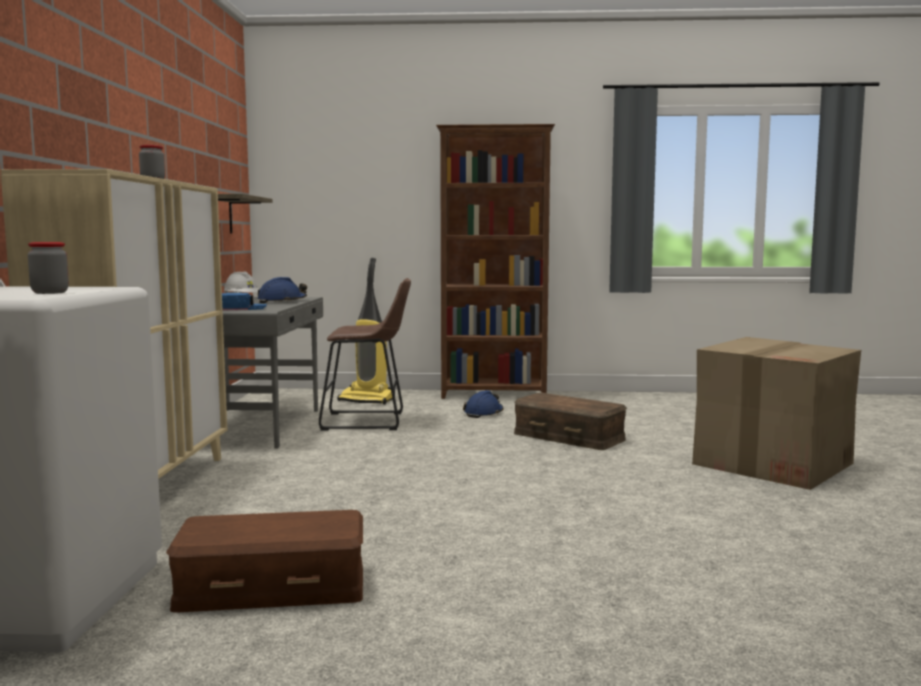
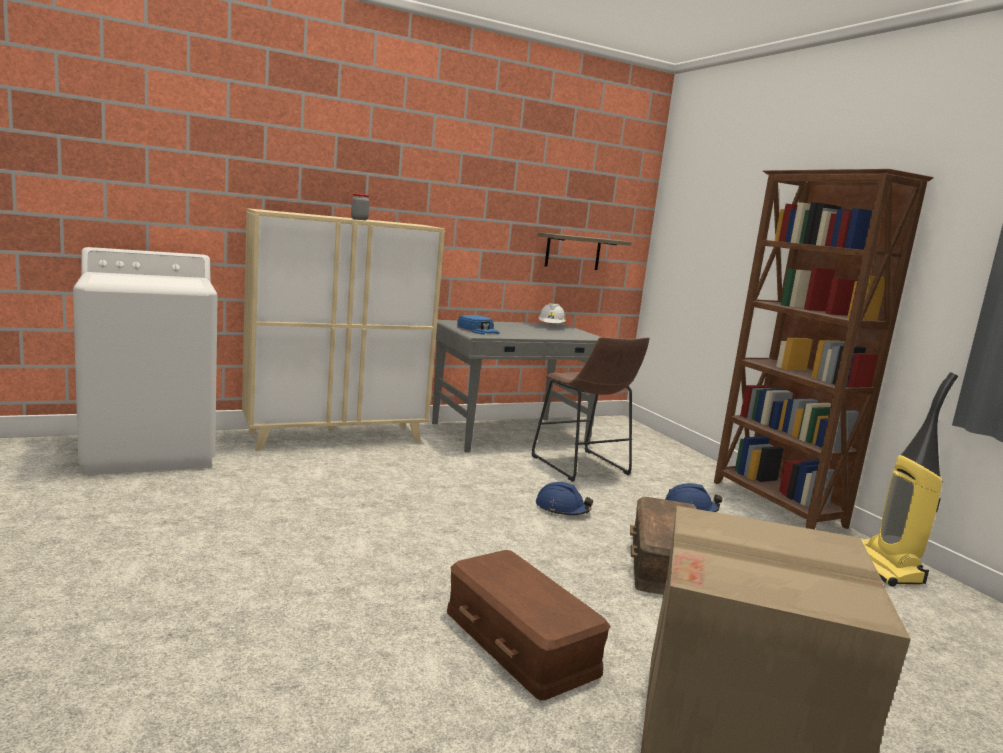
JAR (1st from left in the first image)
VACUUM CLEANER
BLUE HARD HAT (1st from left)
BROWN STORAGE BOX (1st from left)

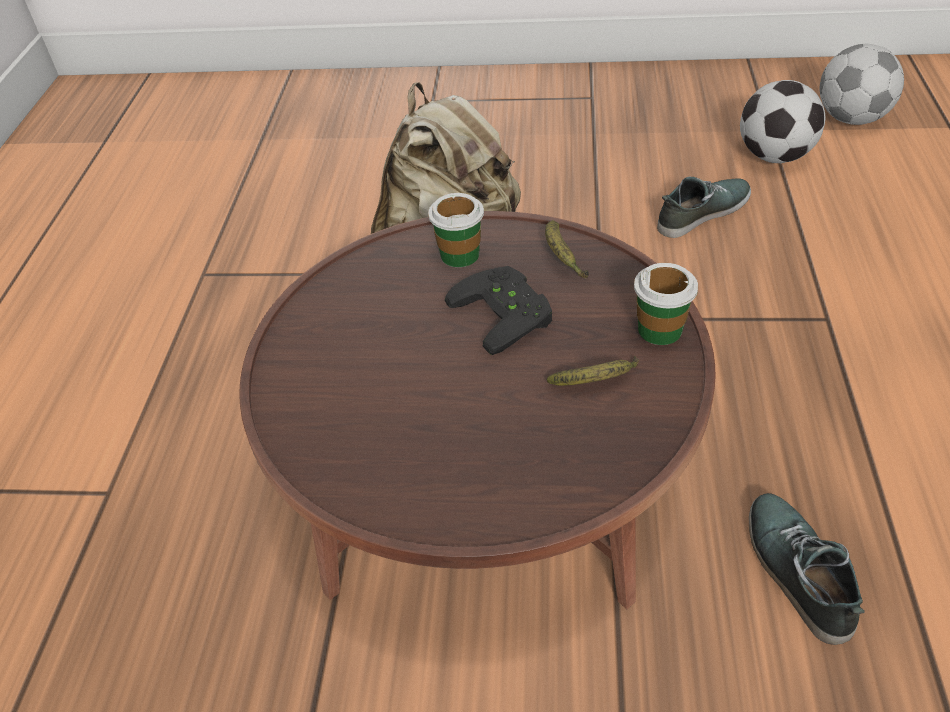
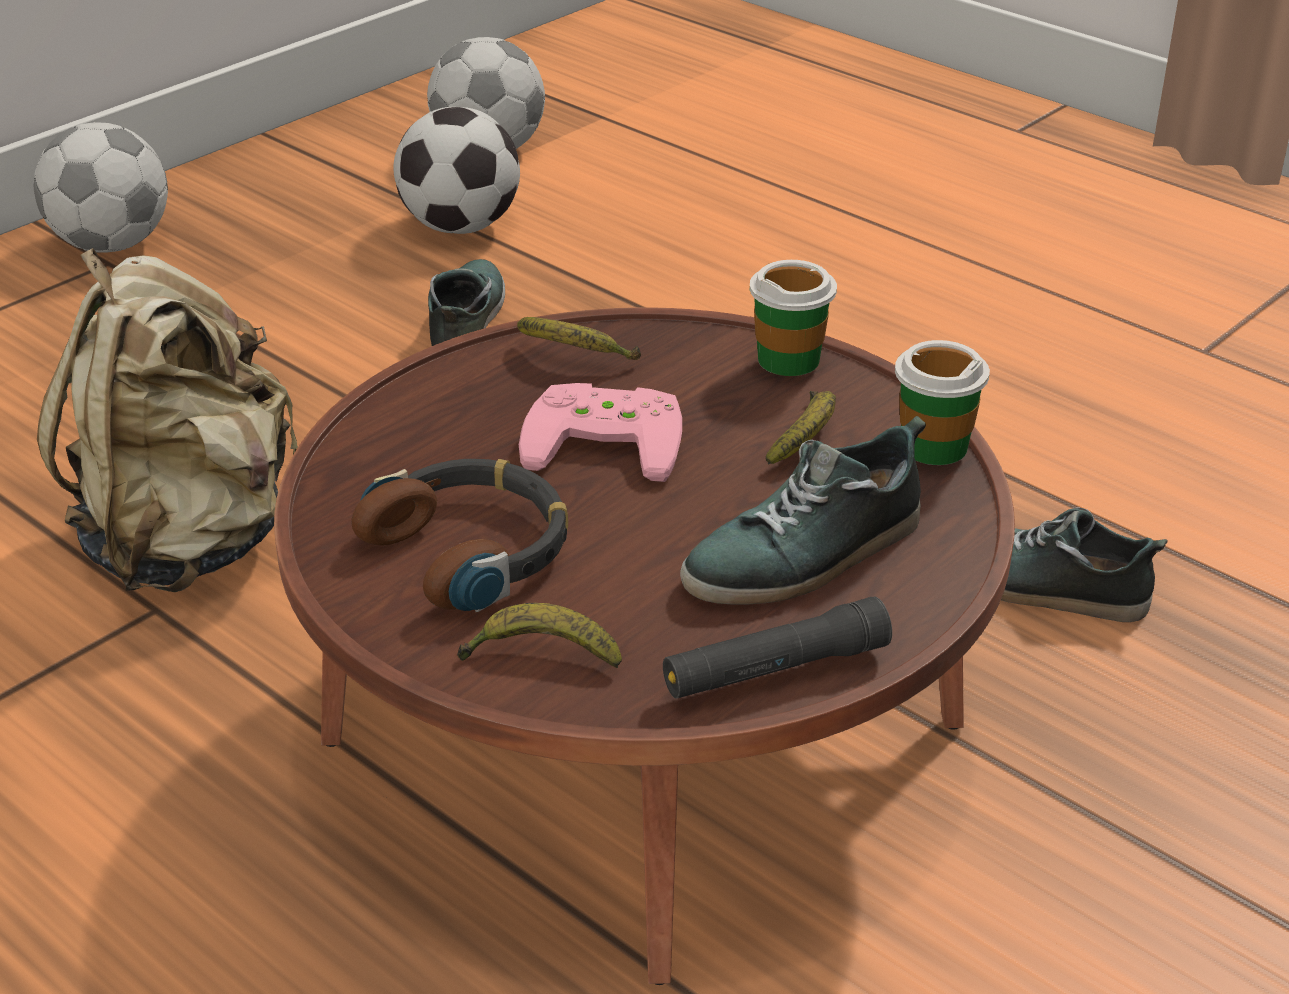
CUP (2nd from left)
PINK GAME CONTROLLER
FOOTBALL (1st from left)
SHOE (2nd from left)
HEADPHONES
BLACK FLASHLIGHT
BANANA (1st from left)

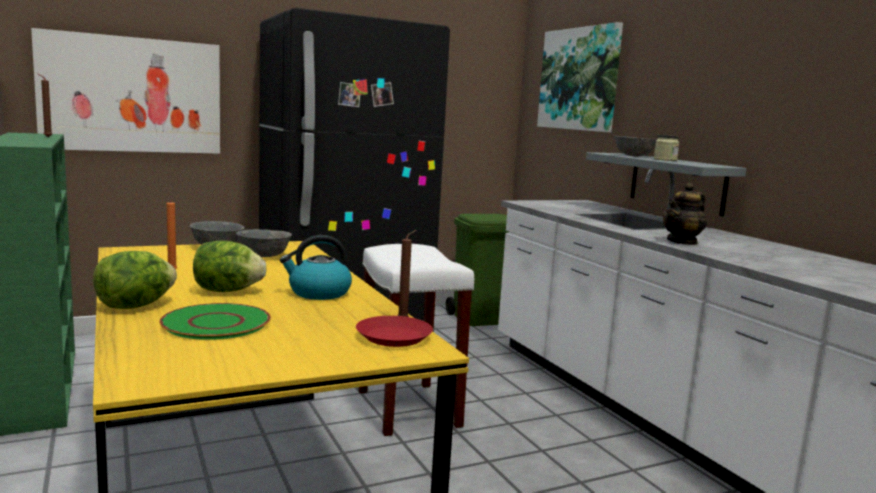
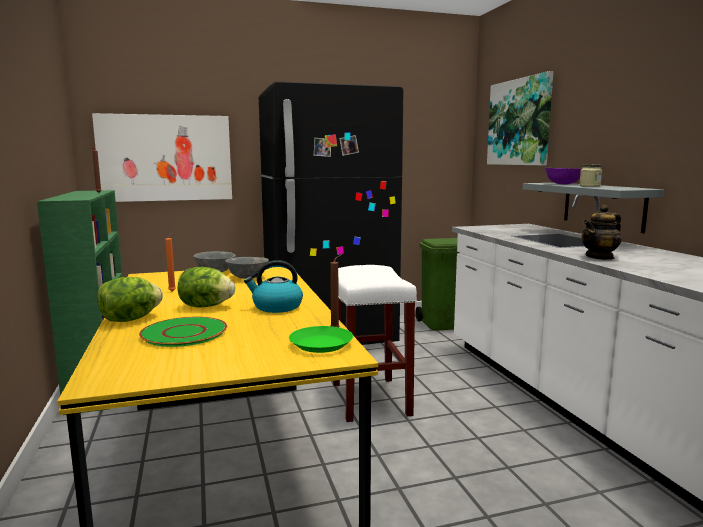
PURPLE BOWL
GREEN PLATE (2nd from left)

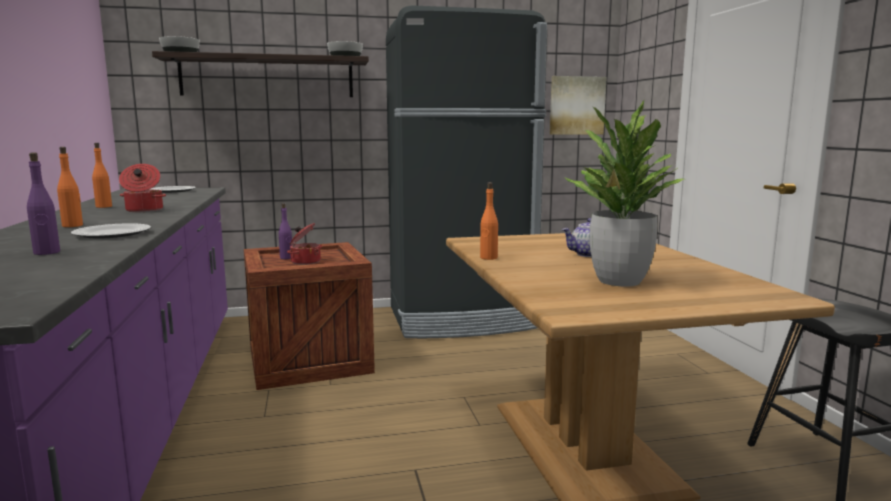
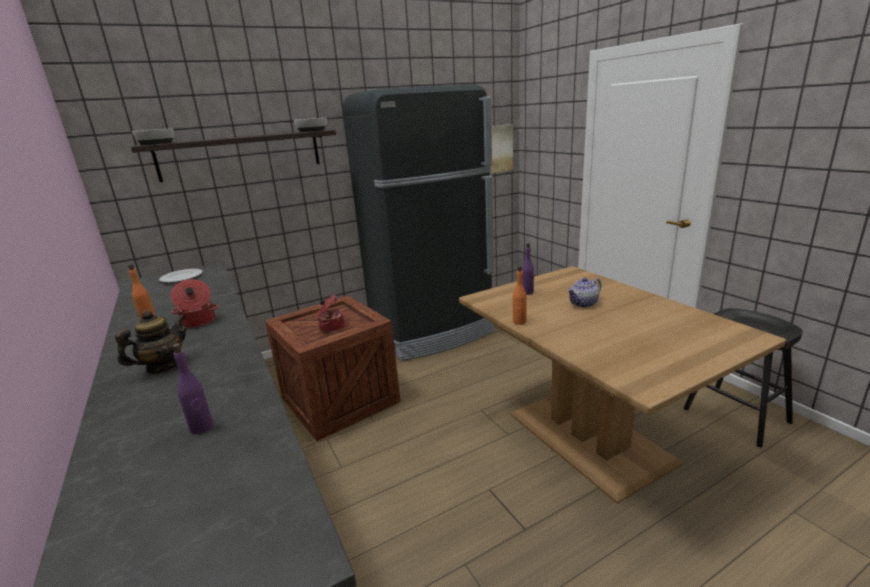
POTTED PLANT
TEAPOT (1st from left)
PURPLE BOTTLE (2nd from left)
PLATE (1st from left in the first image)

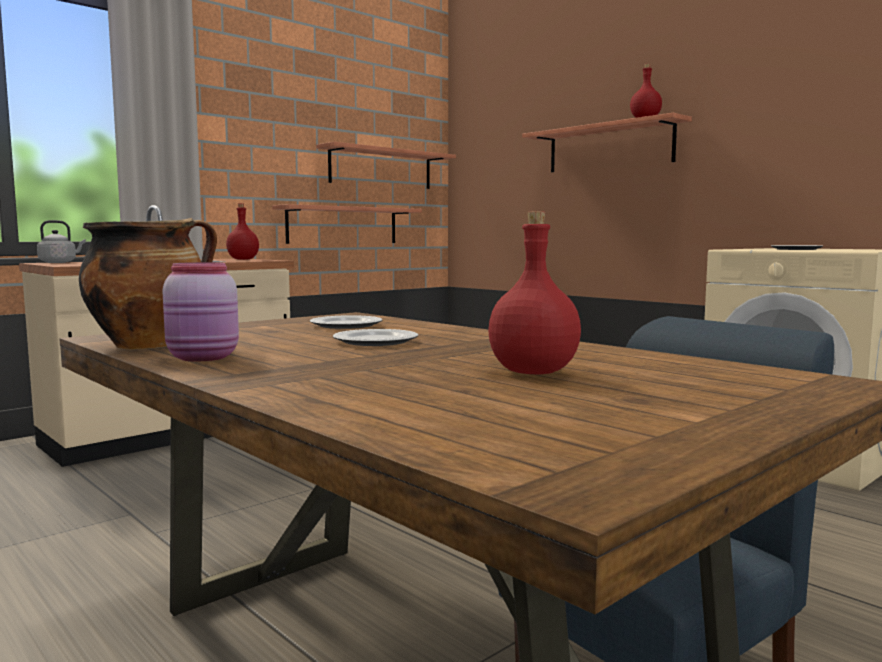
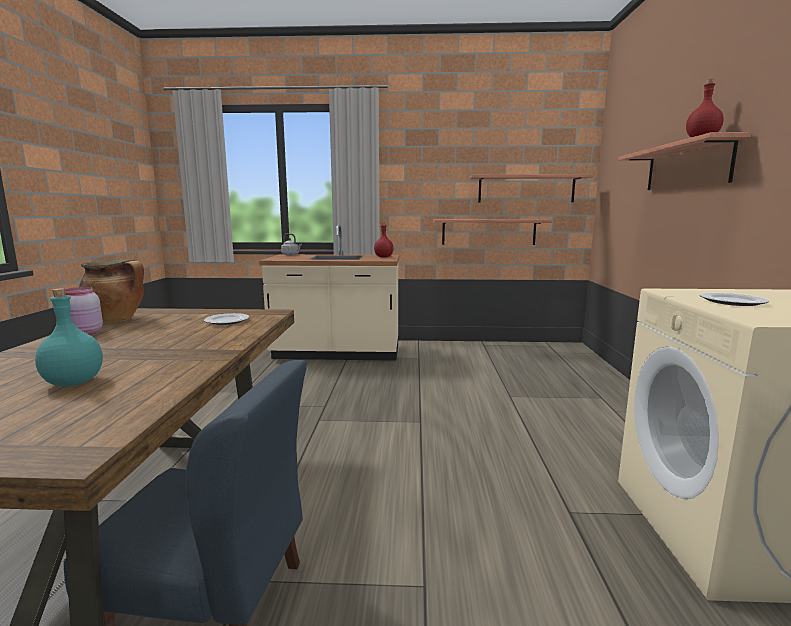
TURQUOISE BOTTLE
PLATE (2nd from left in the first image)

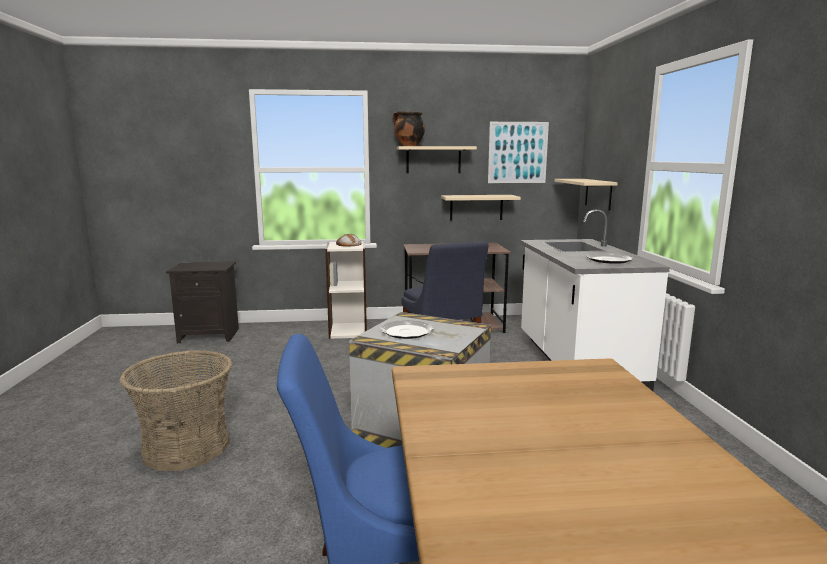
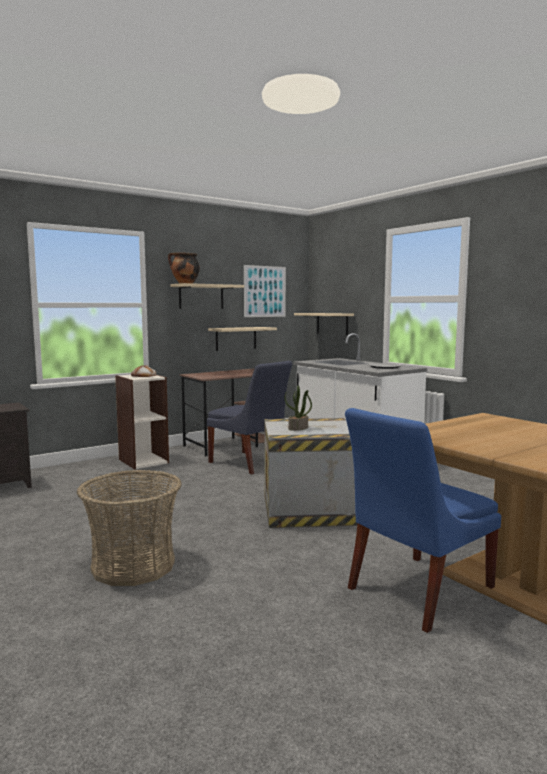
POTTED PLANT

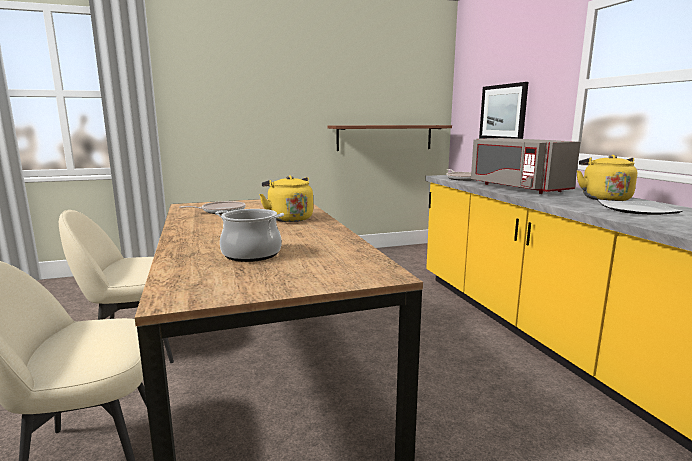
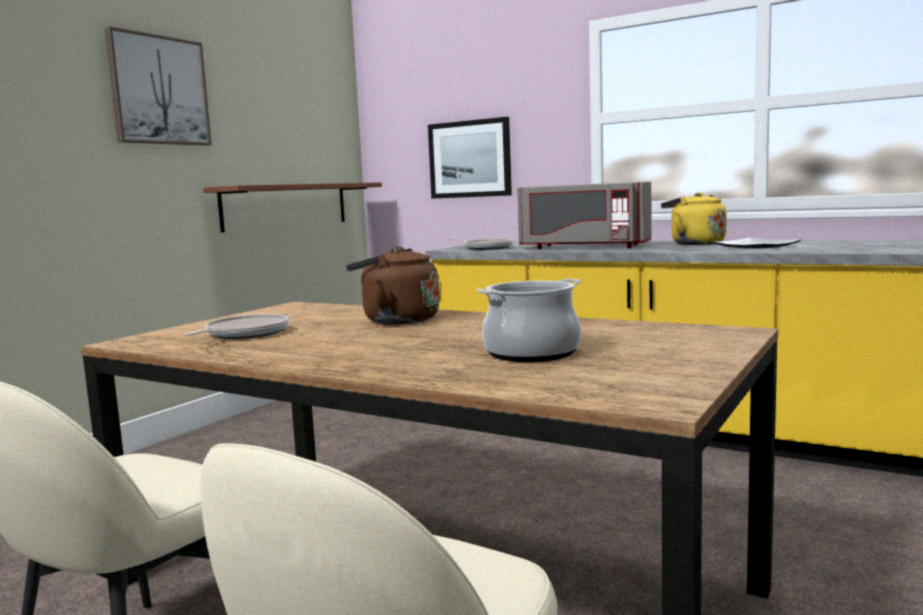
BROWN KETTLE
PICTURE (1st from left)

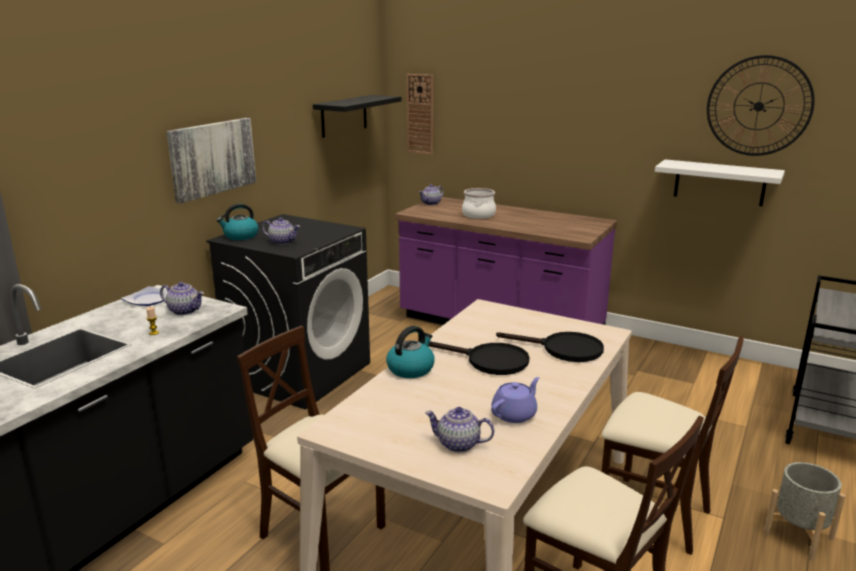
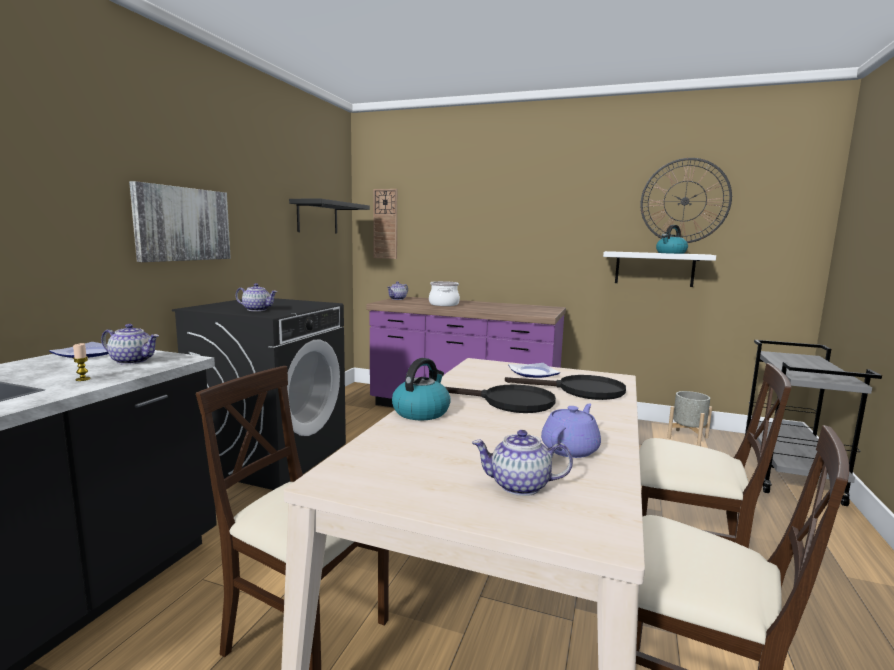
KETTLE (2nd from left)
GREY PLANTER
PLATE (2nd from left)

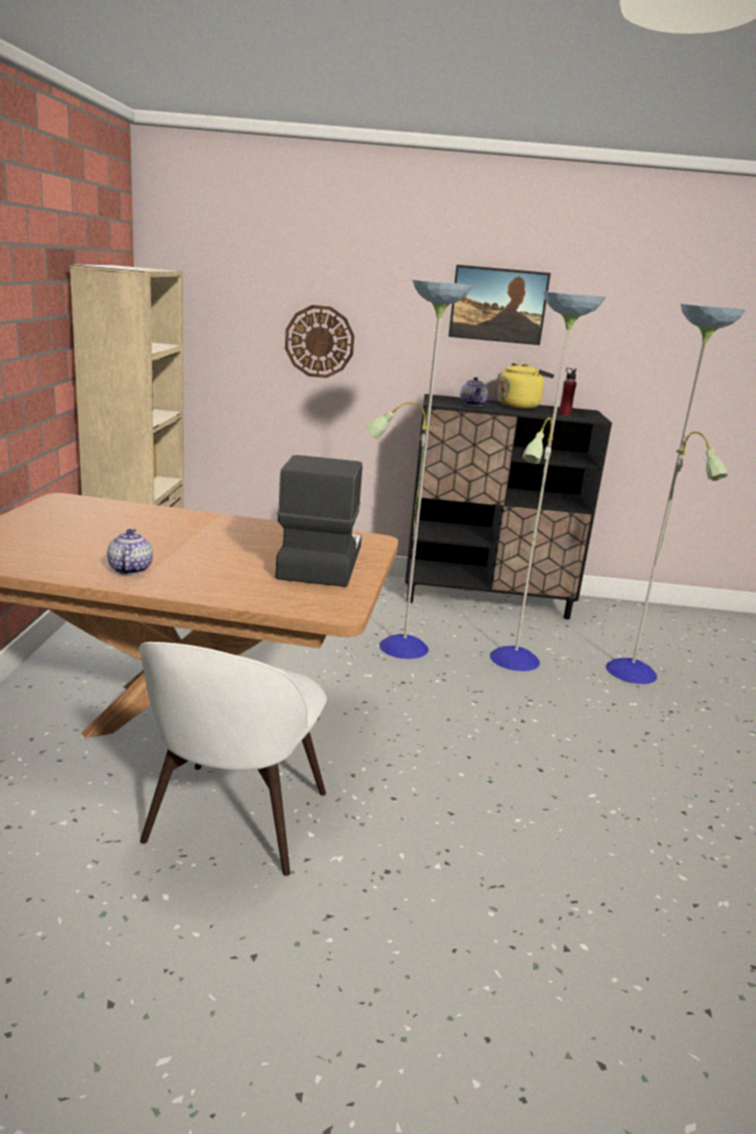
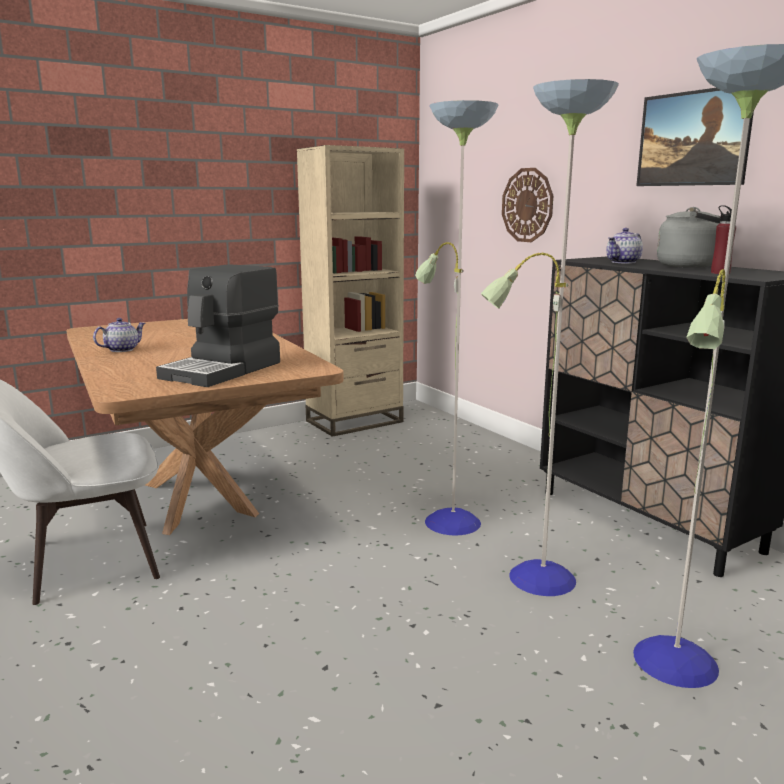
GREY KETTLE
COFFEE MACHINE

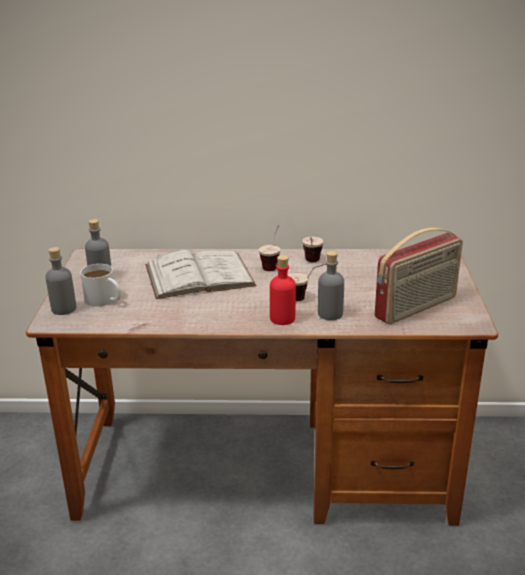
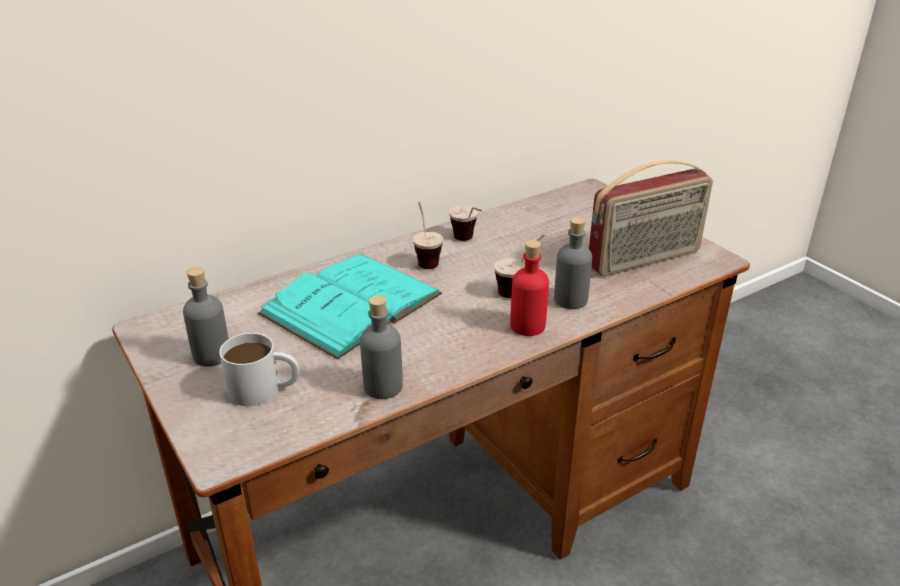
RADIO
GREY BOTTLE (2nd from left)
TURQUOISE BOOK

